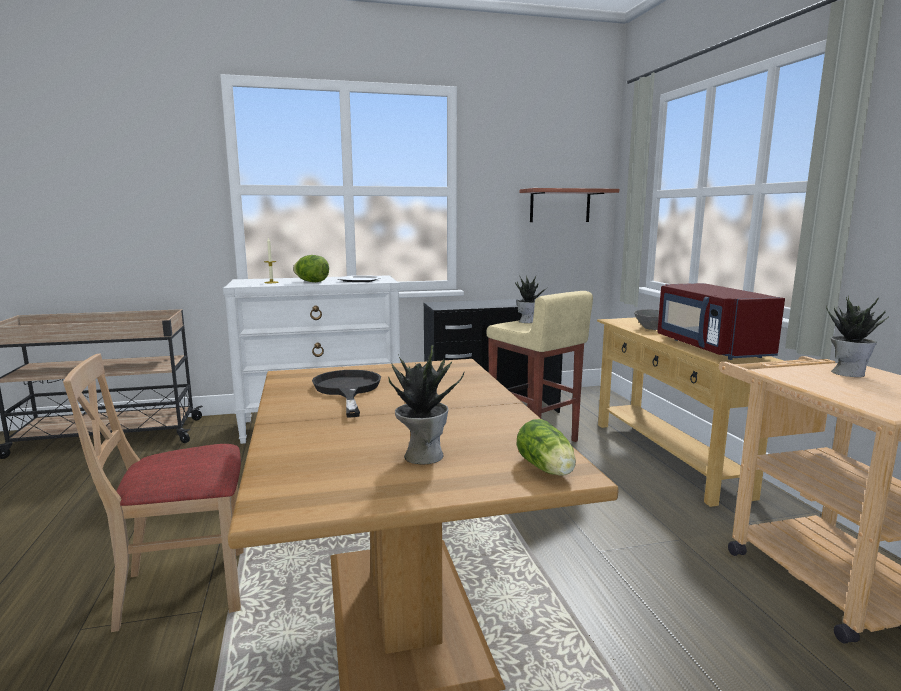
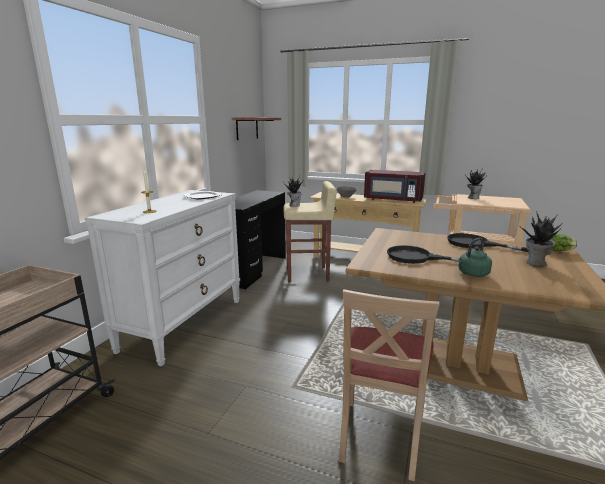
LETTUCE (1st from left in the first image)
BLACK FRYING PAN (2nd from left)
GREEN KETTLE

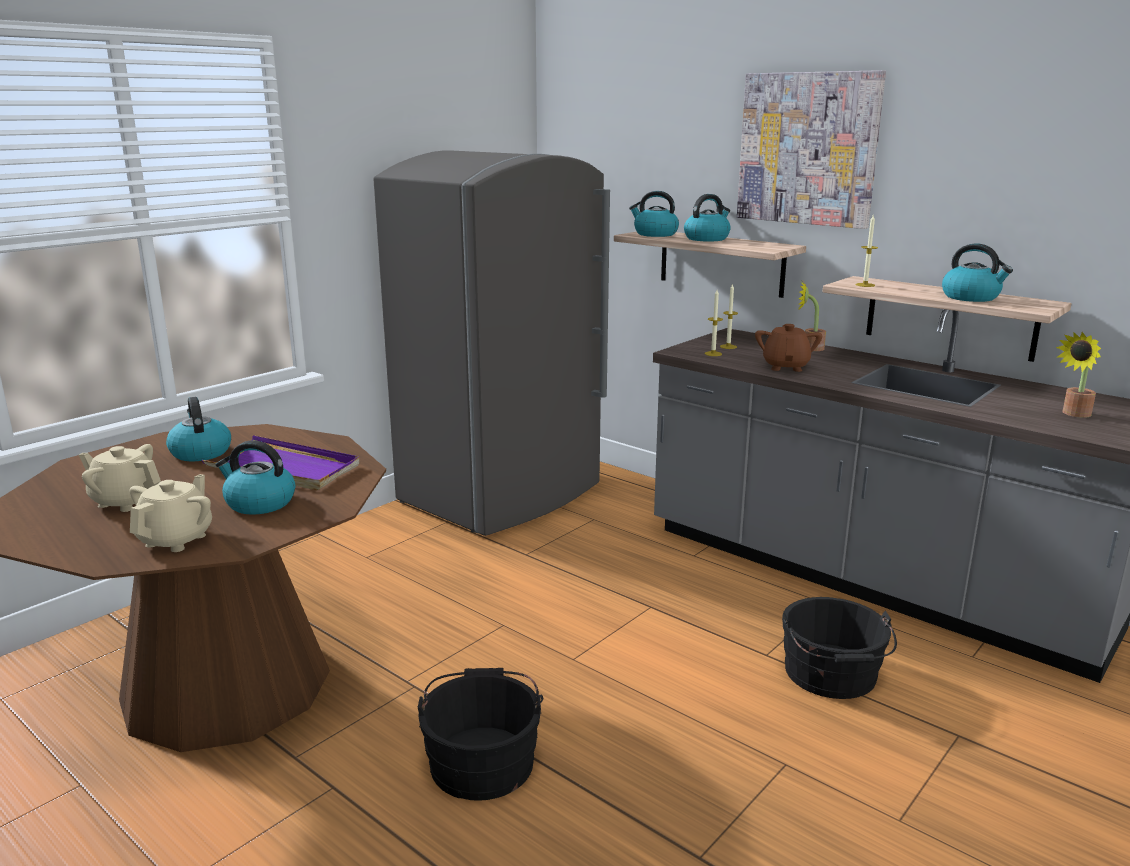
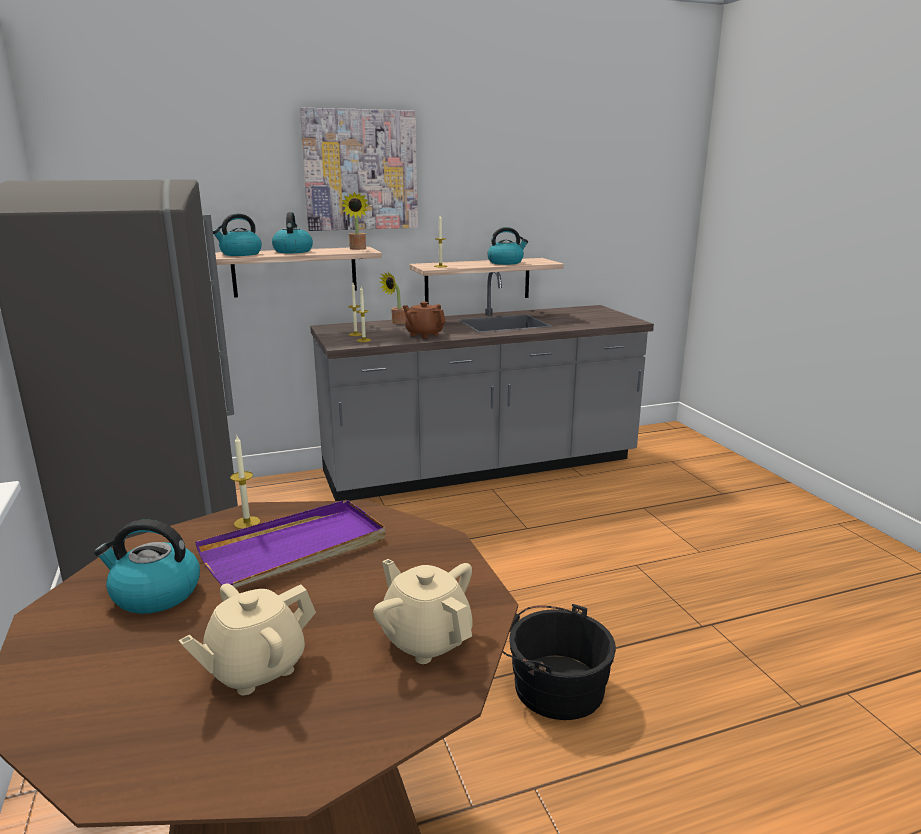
POTTED PLANT (1st from left)
KETTLE (2nd from left in the first image)
BLACK BUCKET (2nd from left in the first image)
CANDLE (1st from left)

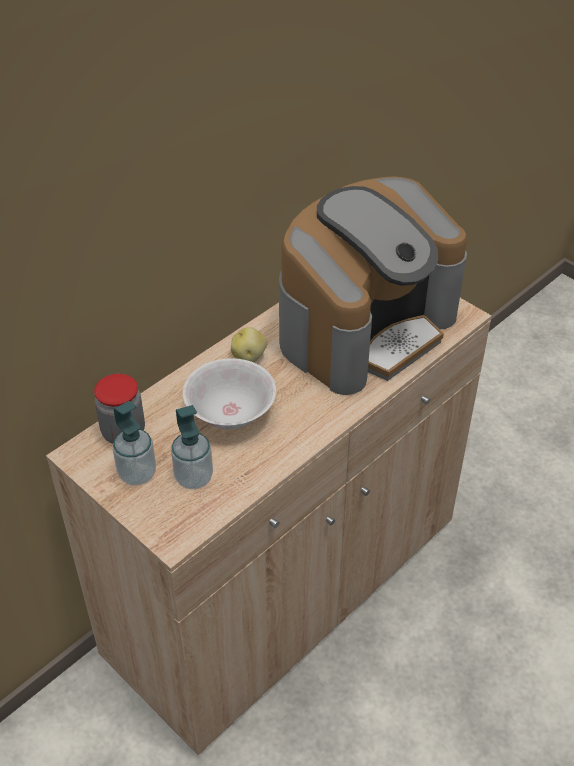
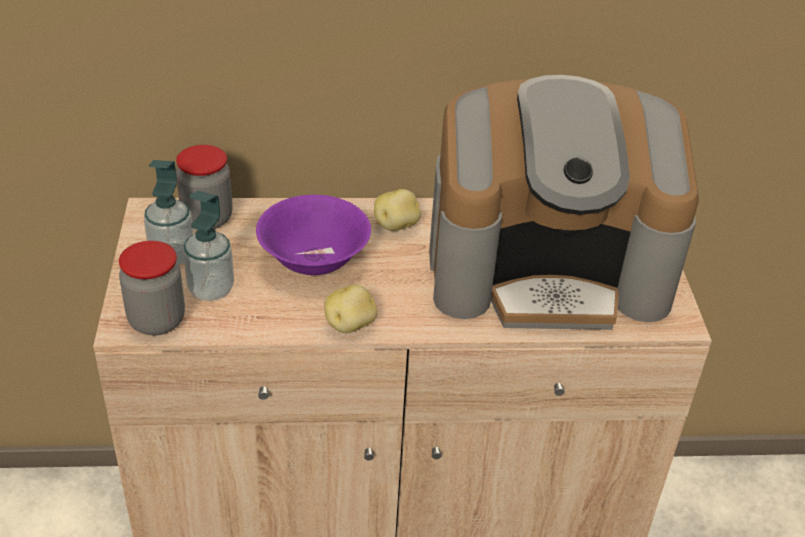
PURPLE BOWL
JAR (1st from left)
POTATO (1st from left)

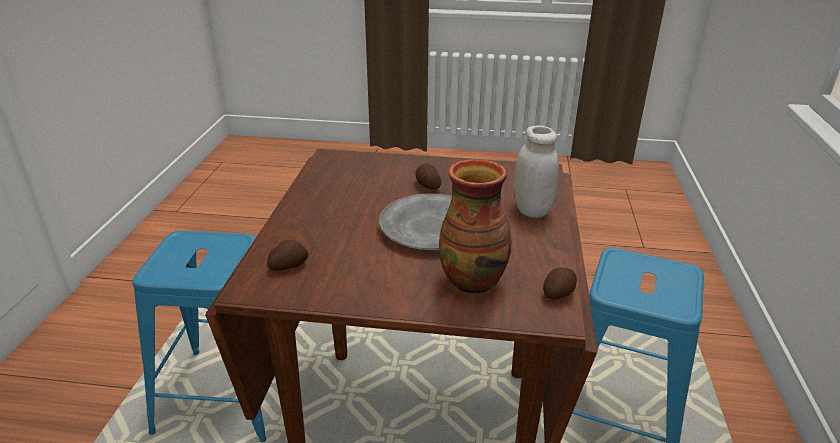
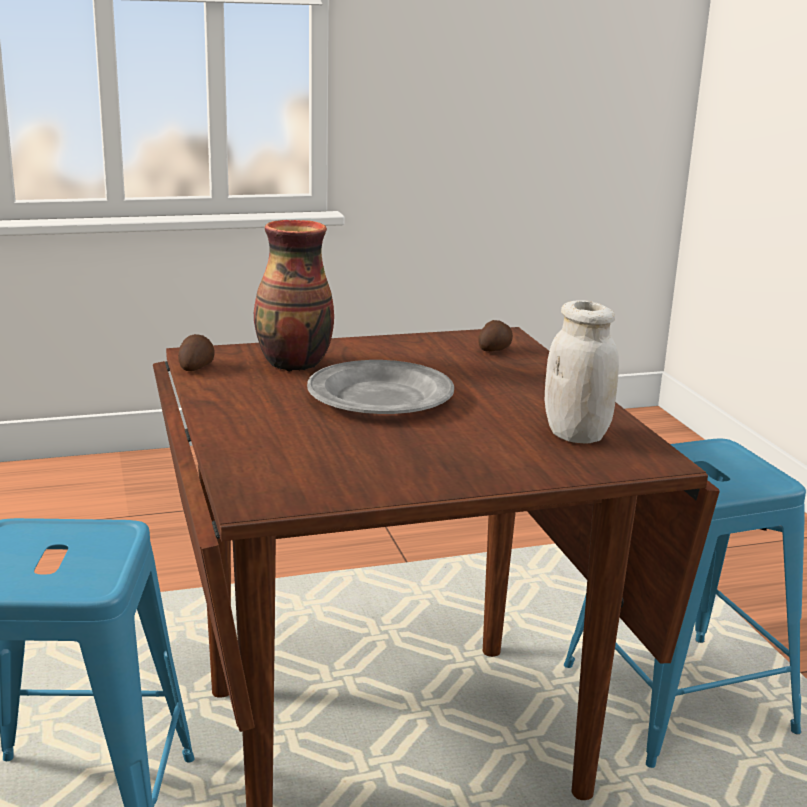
WHITE JAR
POTATO (2nd from left in the first image)

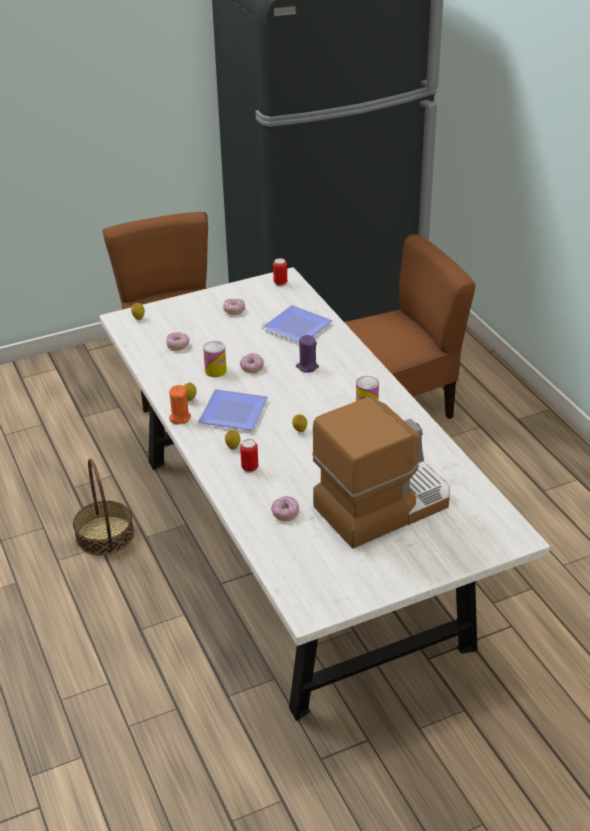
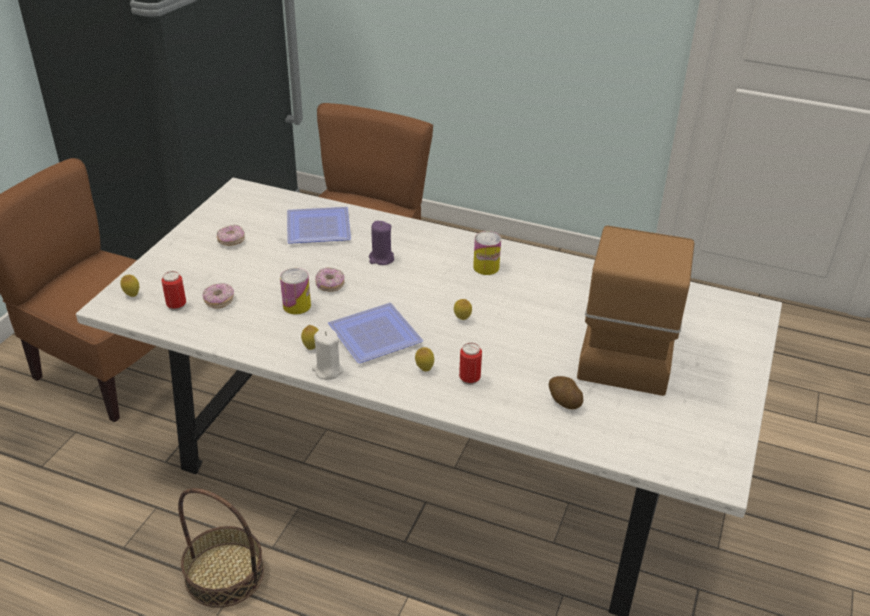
CAN (1st from left)
WHITE CANDLE
POTATO

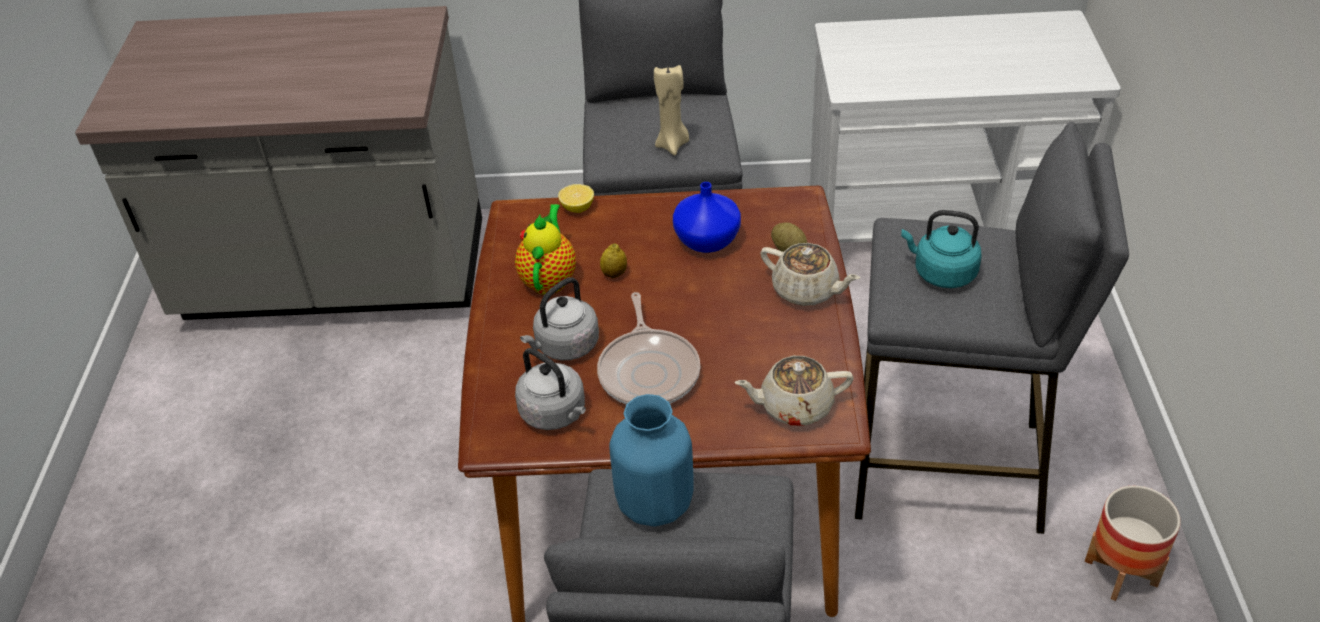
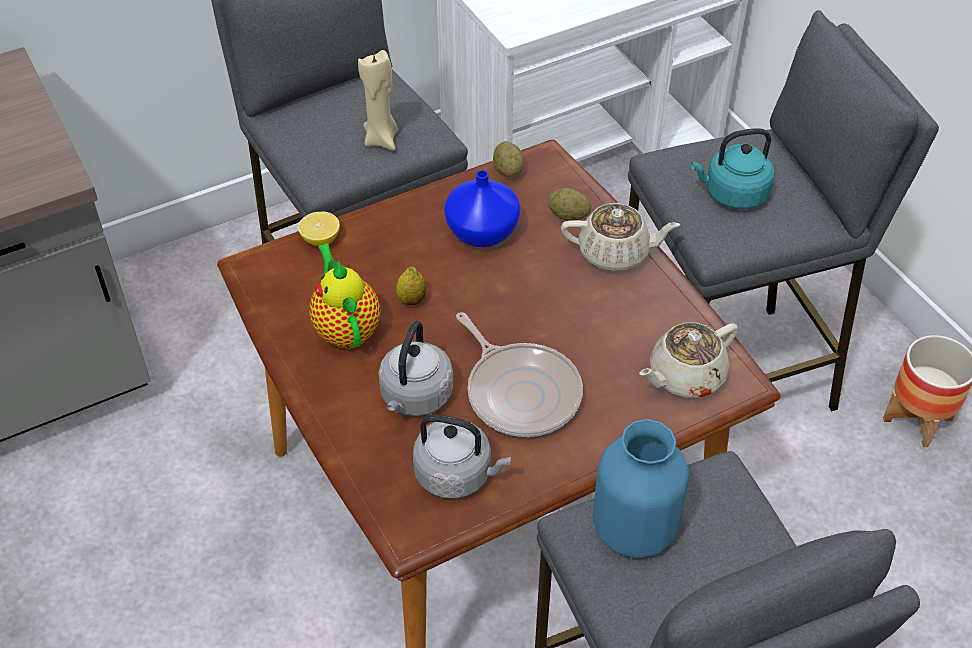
POTATO (1st from left)

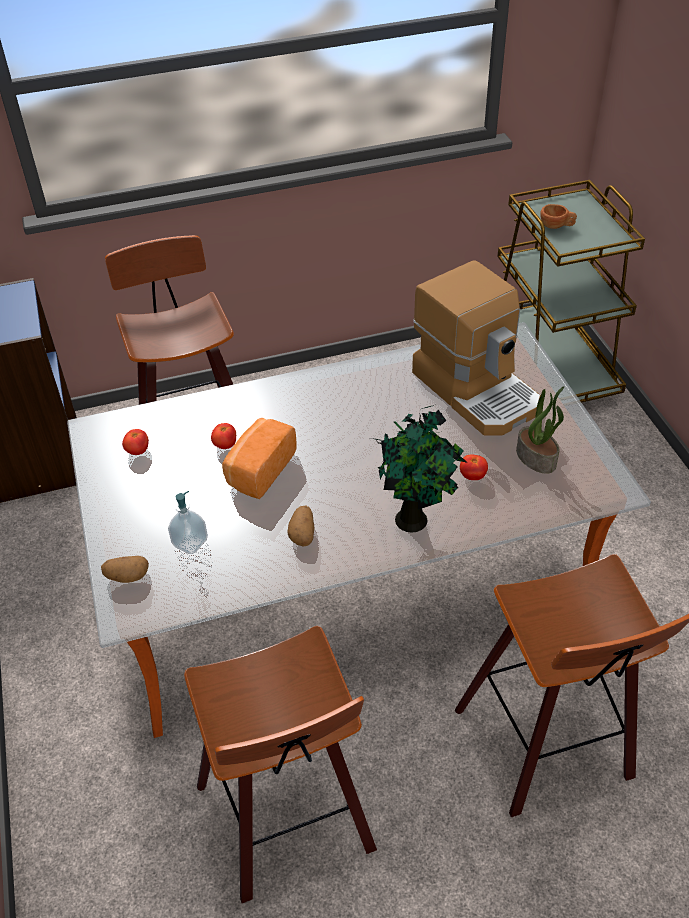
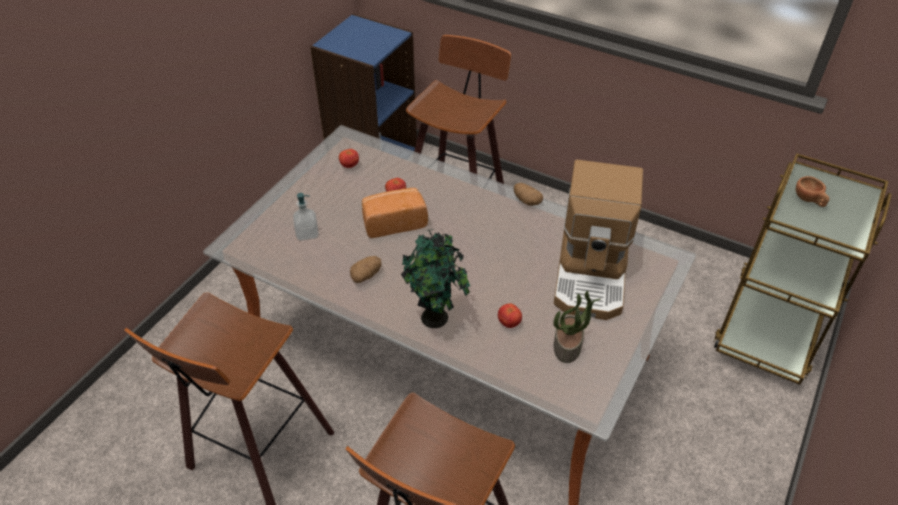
POTATO (2nd from left)

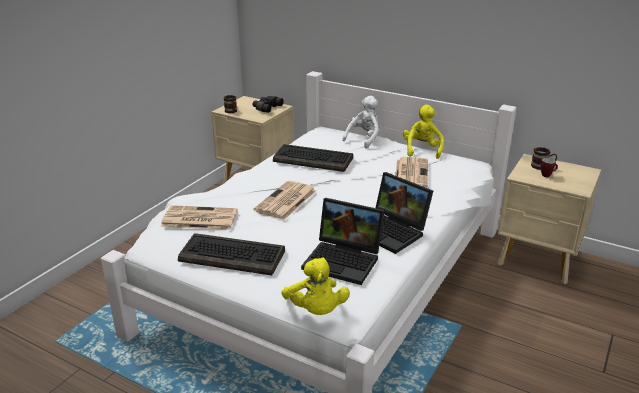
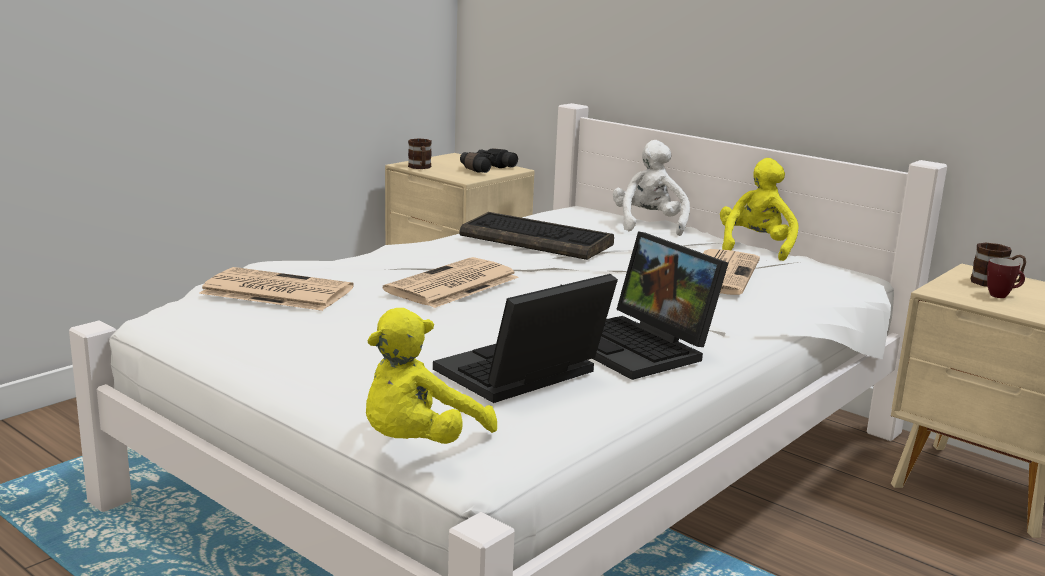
WHITE PLUSH TOY
LAPTOP (1st from left)
KEYBOARD (1st from left in the first image)
YELLOW PLUSH TOY (1st from left)

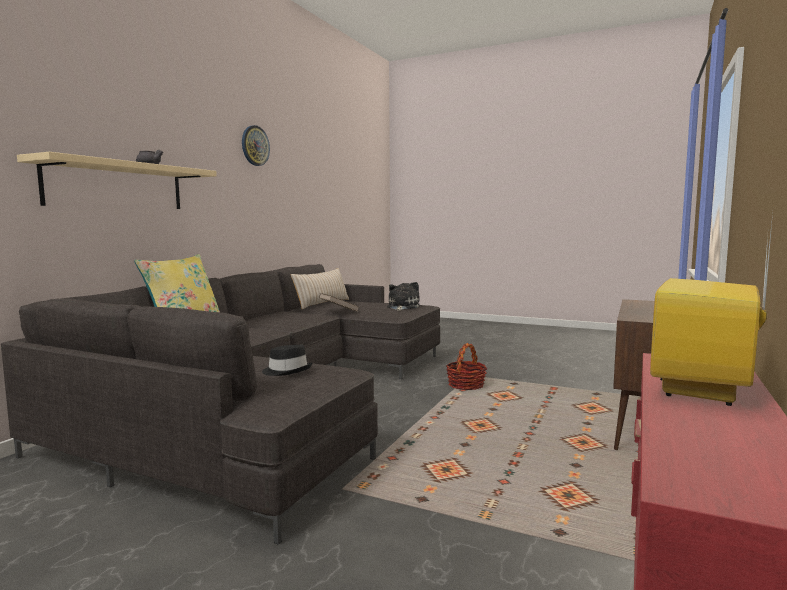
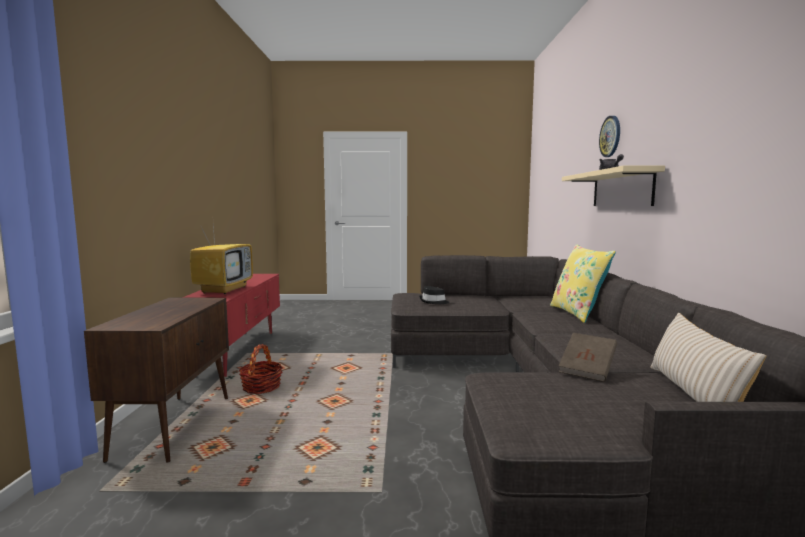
WALL CLOCK
PLUSH TOY
BASKET

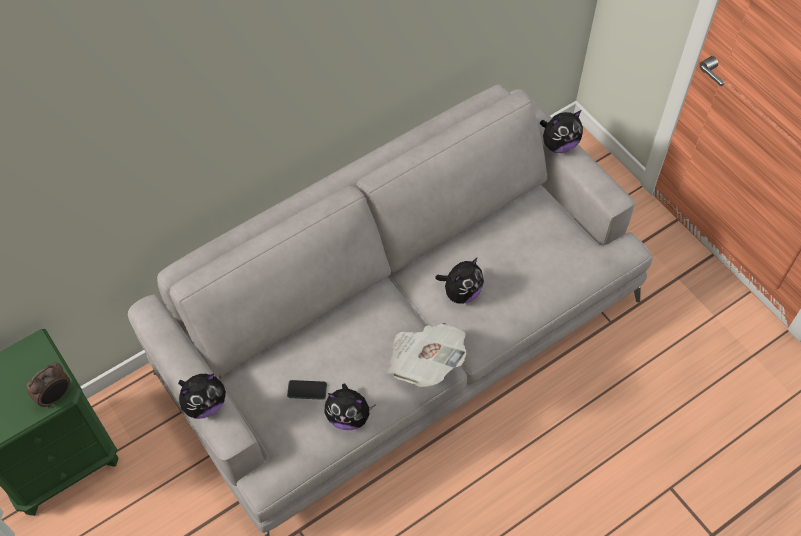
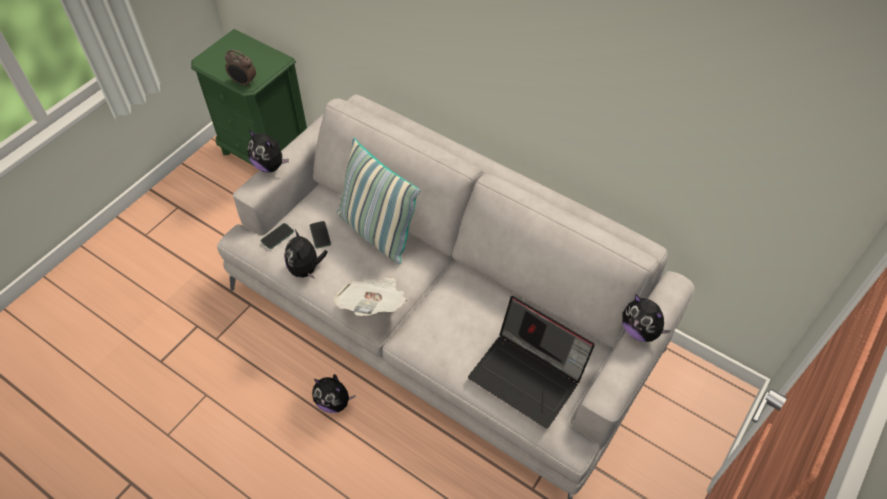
PLUSH TOY (3rd from left)
PILLOW
PHONE (1st from left)
LAPTOP

